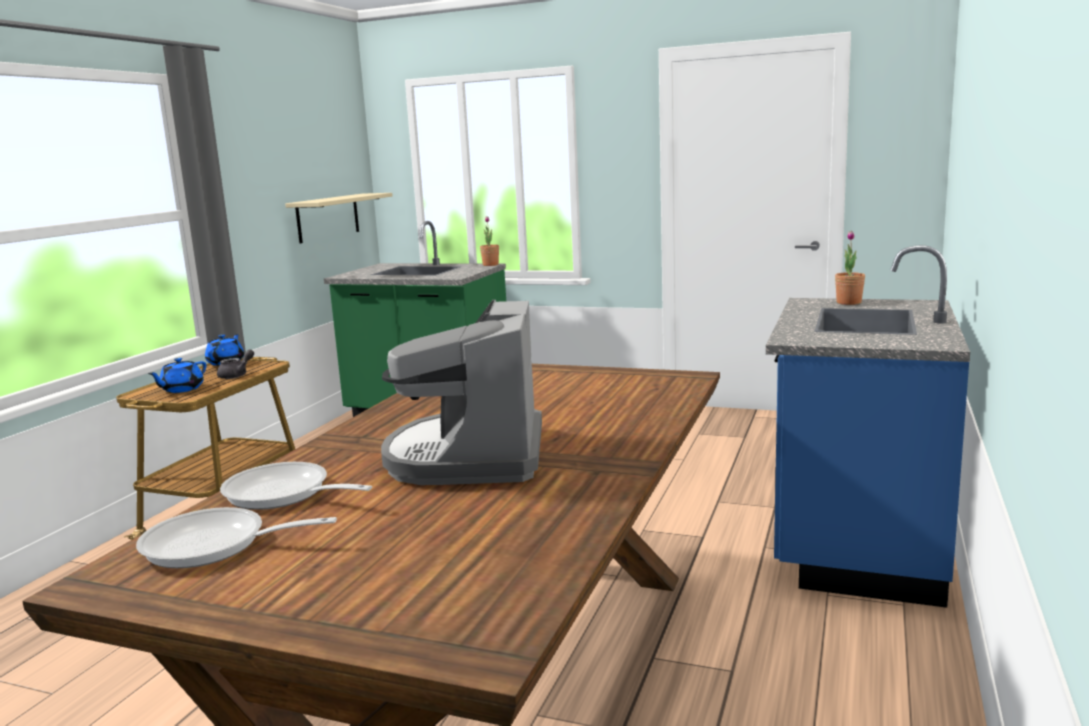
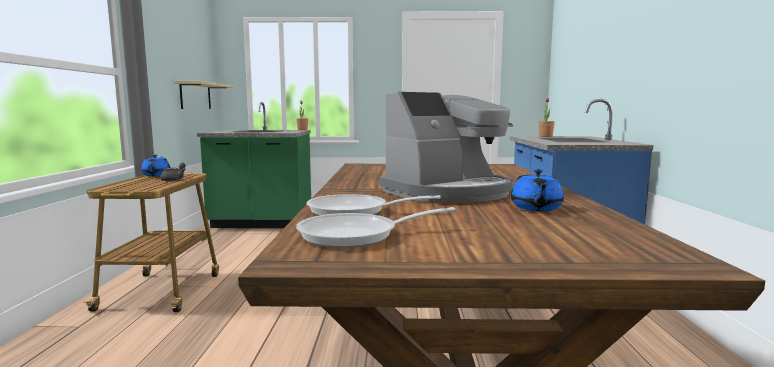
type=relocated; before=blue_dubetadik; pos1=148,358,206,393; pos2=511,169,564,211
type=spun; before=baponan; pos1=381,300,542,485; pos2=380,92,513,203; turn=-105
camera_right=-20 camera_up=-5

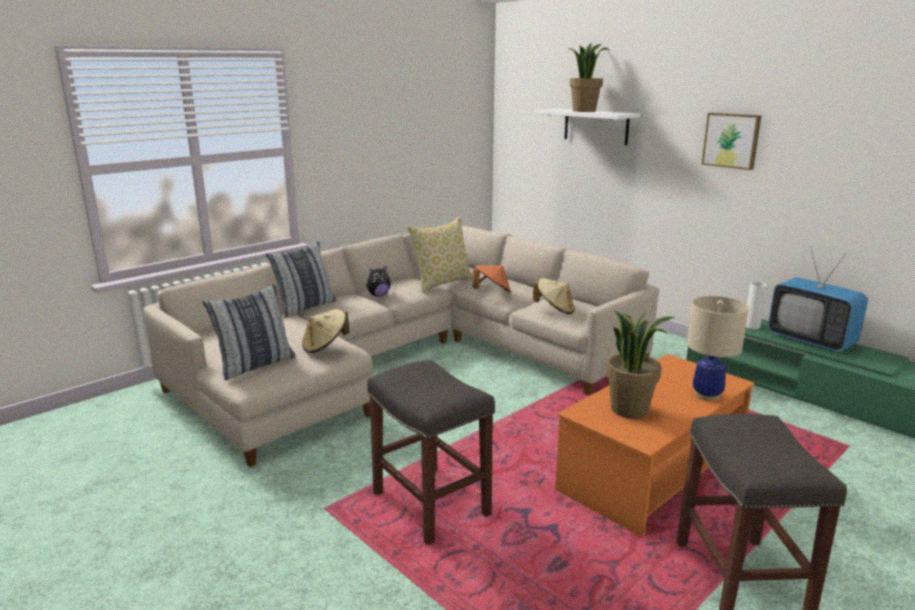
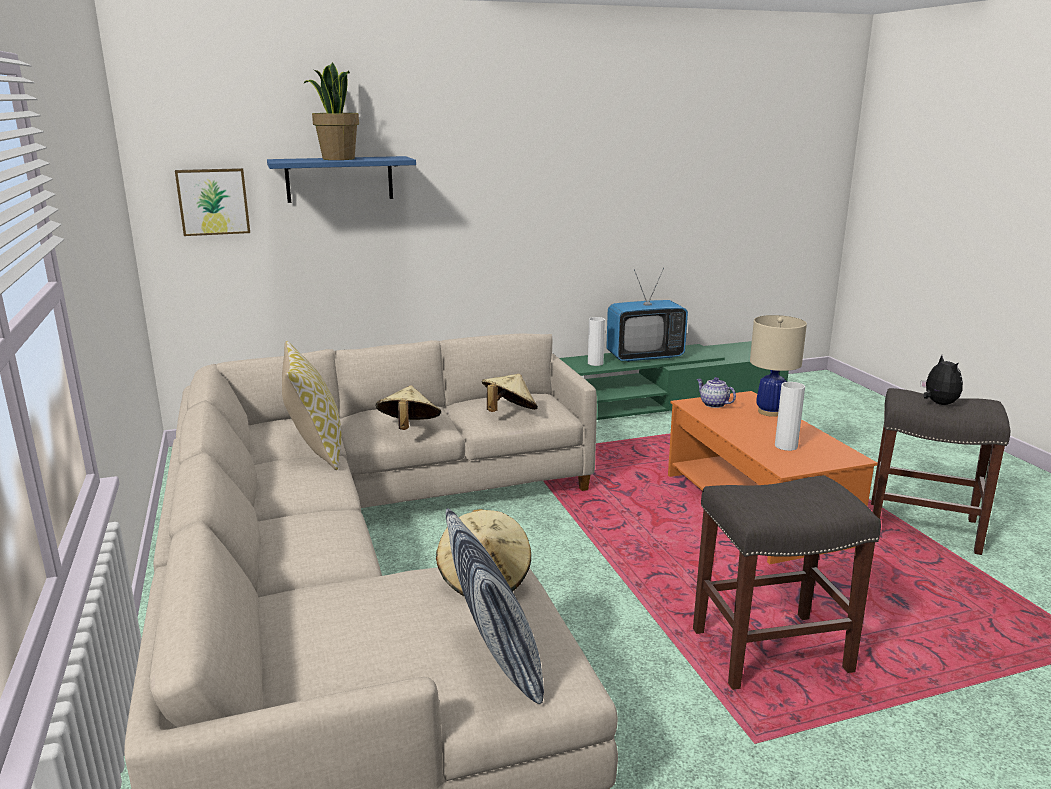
type=missing; before=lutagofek; pos1=266,241,336,318
type=appeared; after=dubetadik; pos2=697,377,736,408
type=relocated; before=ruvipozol; pos1=366,265,391,297; pos2=920,355,963,405
type=relocated; before=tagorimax; pos1=702,113,761,170; pos2=175,168,250,236
type=exchanged; before=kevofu; after=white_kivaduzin; pos1=606,310,674,419; pos2=775,382,805,451
type=colour; before=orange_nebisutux; after=beige_nebisutux; pos1=472,265,511,293; pos2=376,386,441,430
type=colour; before=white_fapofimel; after=blue_fapofimel; pos1=535,108,640,145; pos2=267,156,416,203
camera_right=-65 camera_up=0

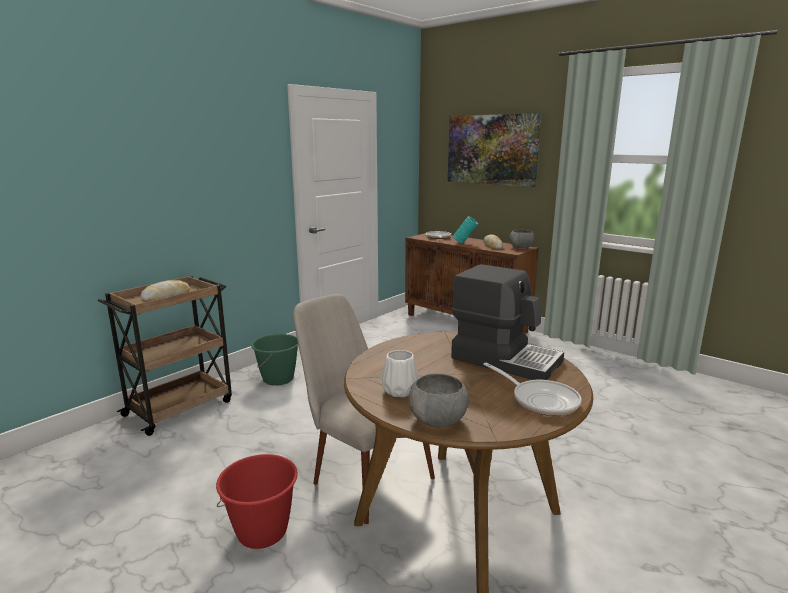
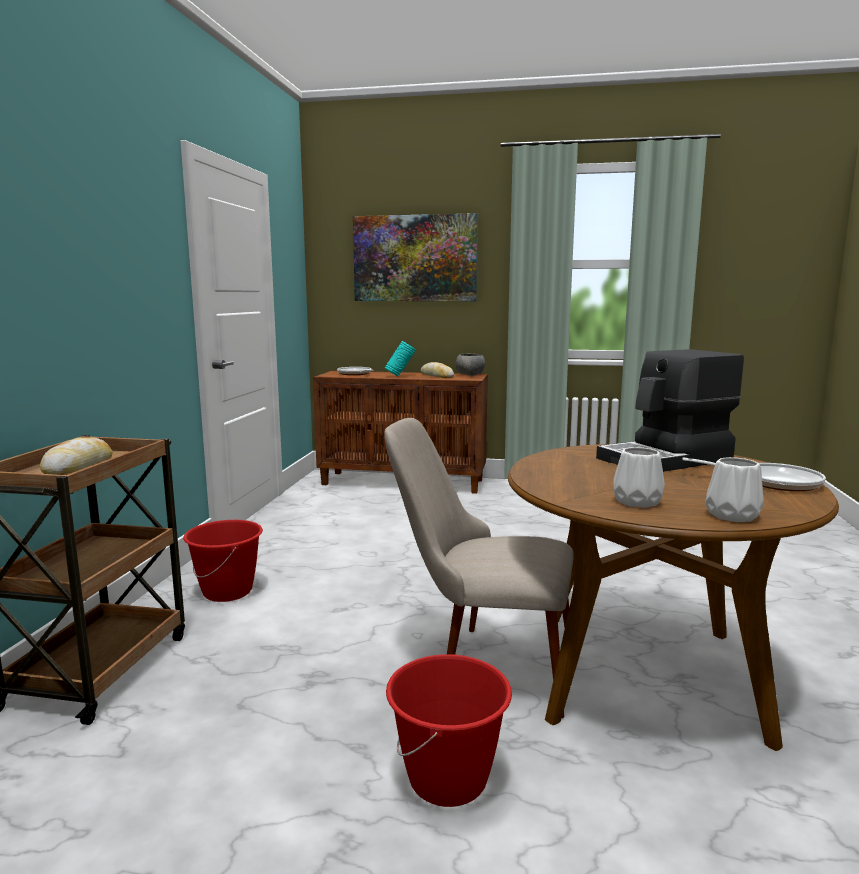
type=exchanged; before=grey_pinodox; after=white_kivaduzin; pos1=409,373,469,427; pos2=705,457,764,522
type=colour; before=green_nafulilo; after=red_nafulilo; pos1=251,334,298,386; pos2=183,520,263,602
type=spun; before=baponan; pos1=451,264,564,380; pos2=596,349,744,472; turn=150
camera_right=-30 camera_up=-5

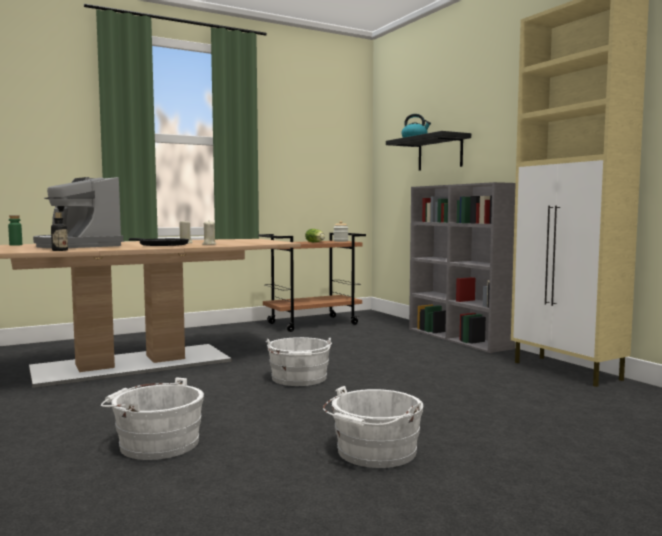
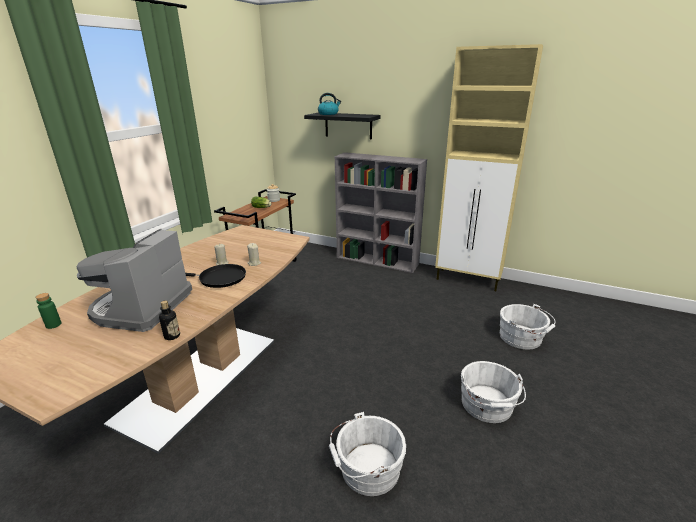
type=relocated; before=white_nafulilo; pos1=266,337,332,386; pos2=500,304,555,349
type=spun; before=baponan; pos1=33,177,123,248; pos2=77,229,192,332; turn=90
camera_right=-35 camera_up=20

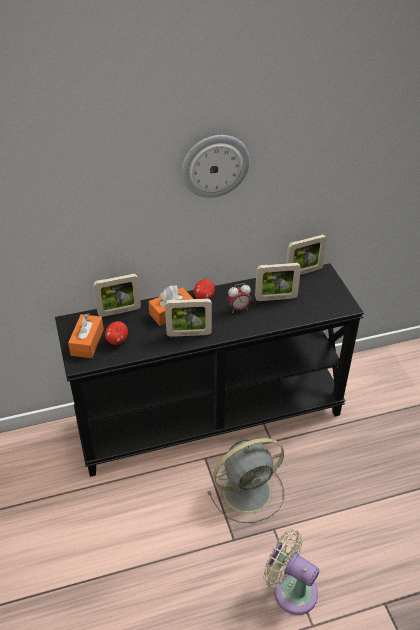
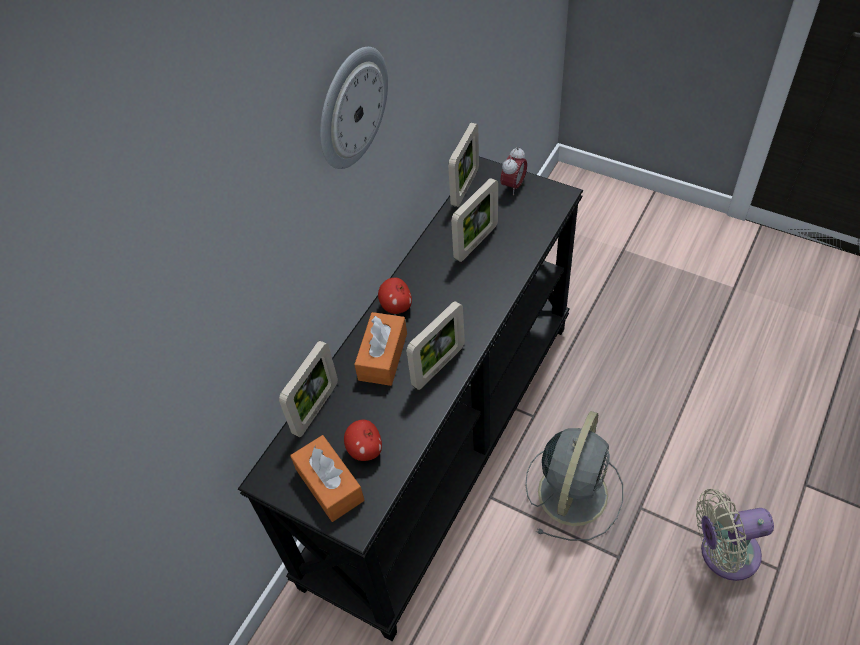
type=relocated; before=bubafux; pos1=227,283,251,313; pos2=500,147,527,195
camera_right=-40 camera_up=10

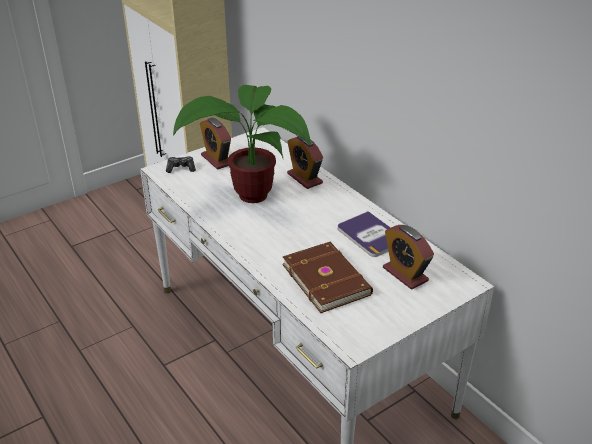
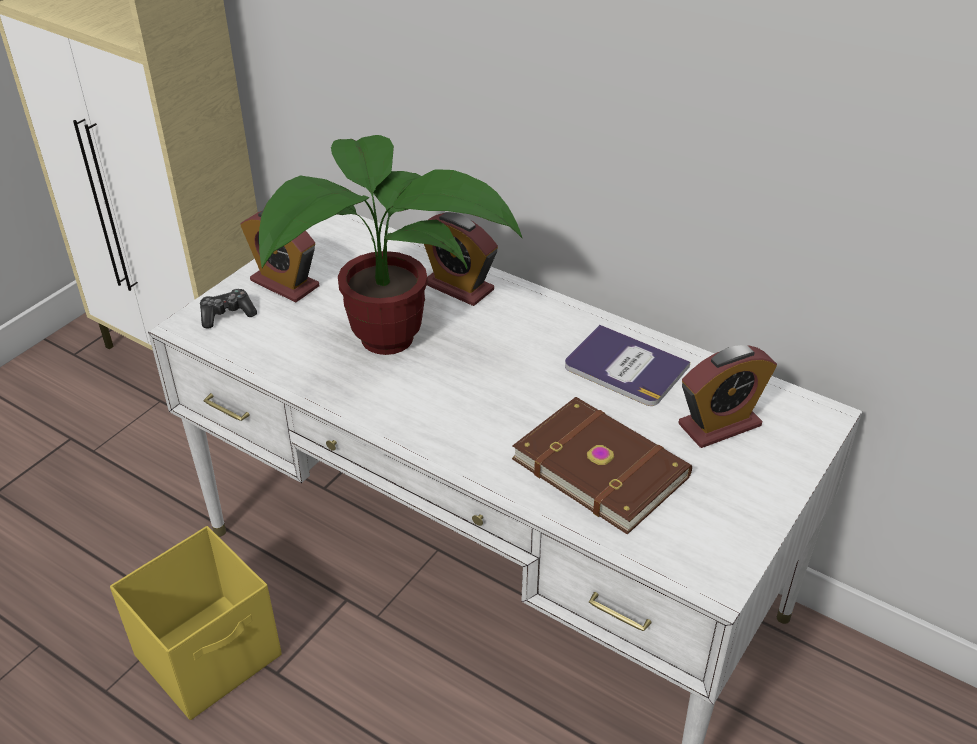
type=appeared; after=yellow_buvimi; pos2=110,526,282,720
type=spun; before=bubafux; pos1=383,225,434,290; pos2=678,345,777,448; turn=-60
camera_right=-20 camera_up=5

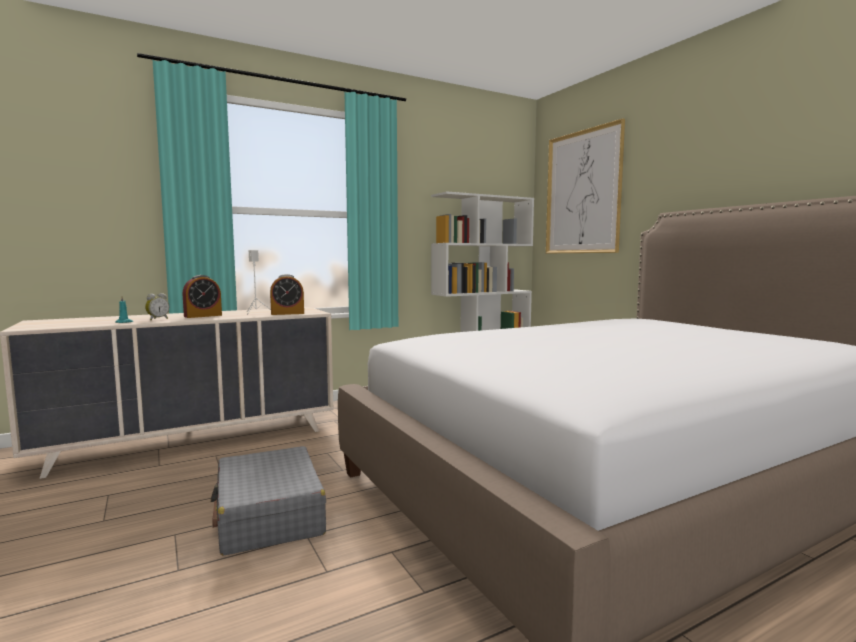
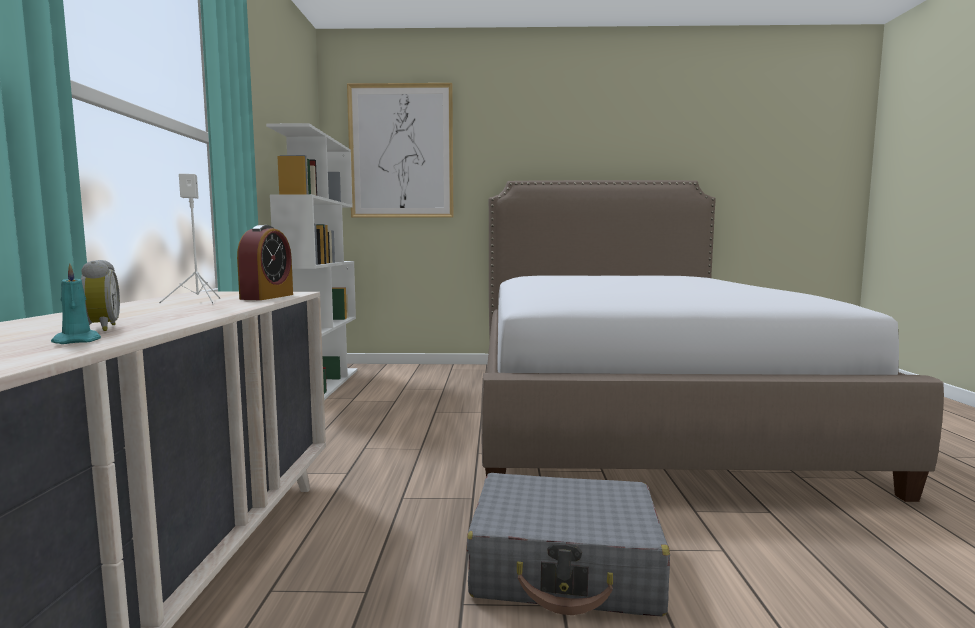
type=missing; before=bubafux; pos1=183,275,222,318
camera_right=-60 camera_up=0

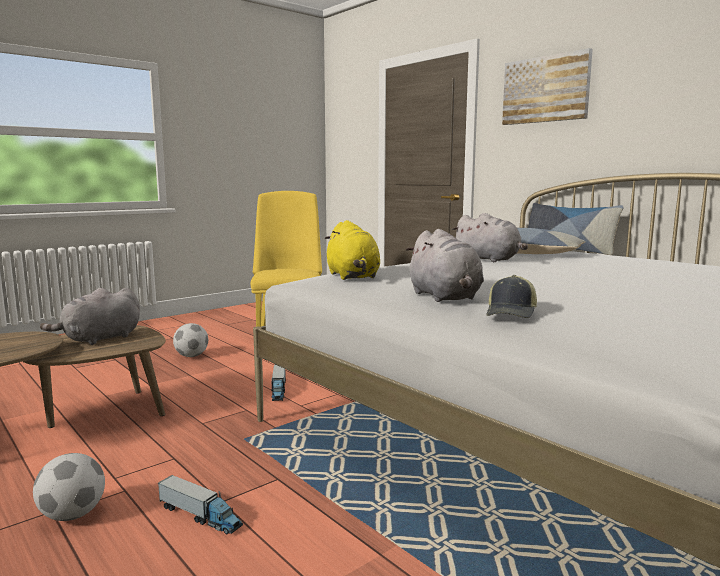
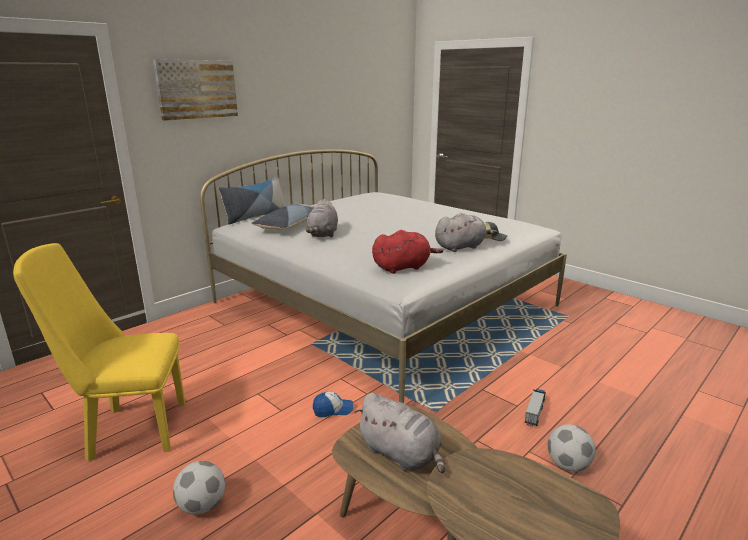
type=exchanged; before=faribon; after=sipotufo; pos1=271,365,286,401; pos2=313,392,353,417
type=colour; before=yellow_ruvipozol; after=red_ruvipozol; pos1=325,220,380,280; pos2=372,230,443,274
type=spun; before=grey_ruvipozol; pos1=452,213,528,262; pos2=306,199,338,237; turn=150
camera_right=-95 camera_up=10

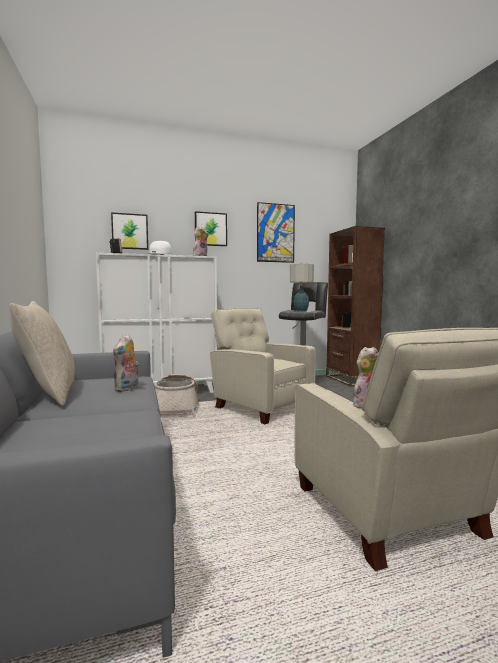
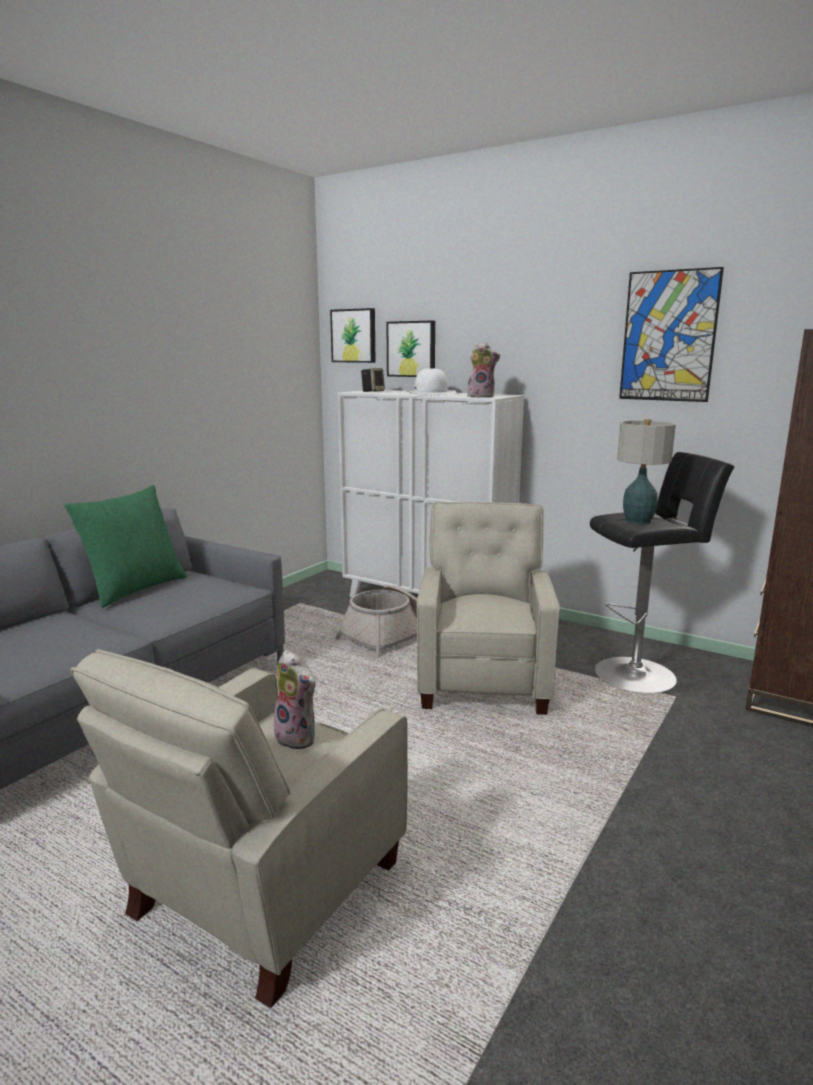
type=missing; before=ruvipozol; pos1=113,334,139,392
type=relocated; before=tagorimax; pos1=195,211,227,246; pos2=330,308,376,363
type=colour; before=beige_lutagofek; after=green_lutagofek; pos1=9,301,75,406; pos2=64,485,187,608
camera_right=50 camera_up=10

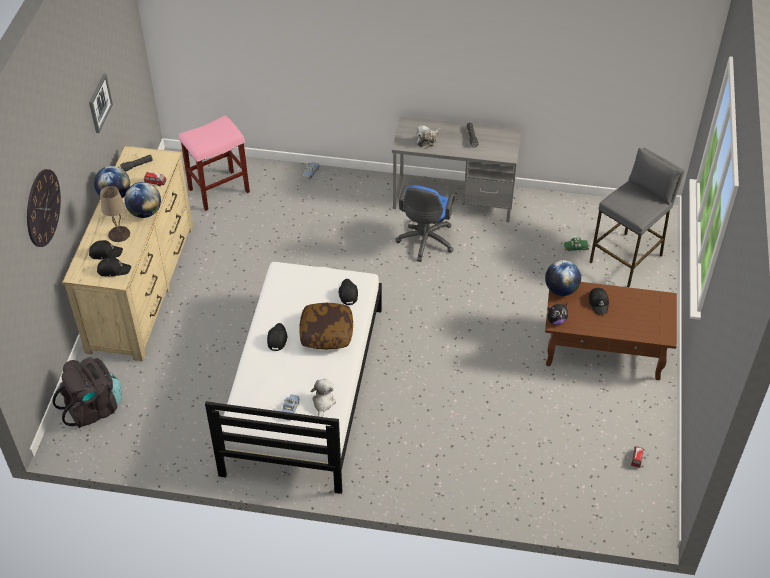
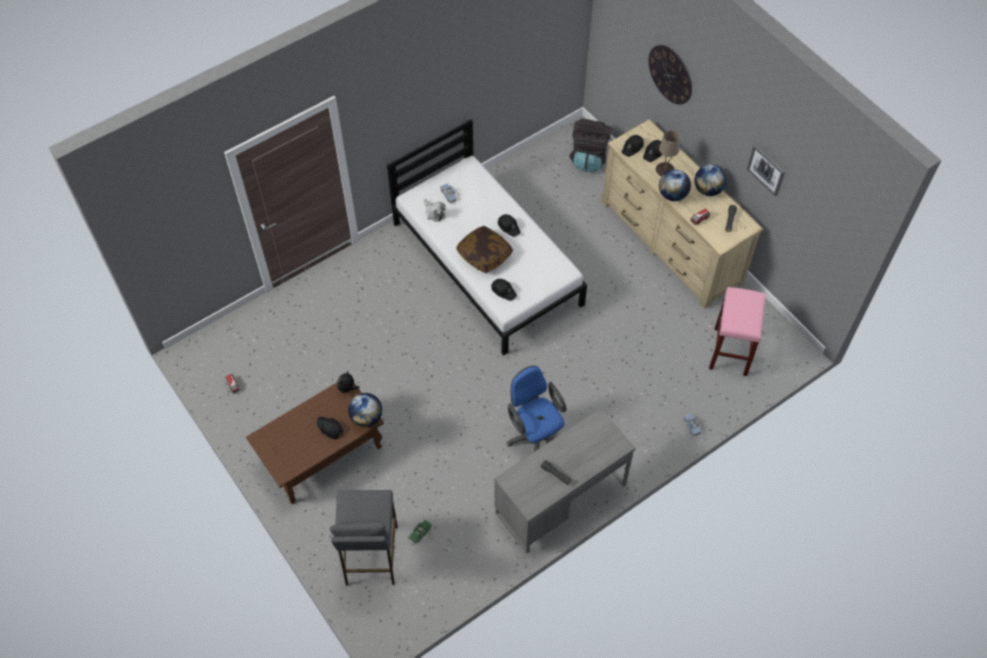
type=missing; before=ruvipozol; pos1=416,125,441,149
camera_right=135 camera_up=10

